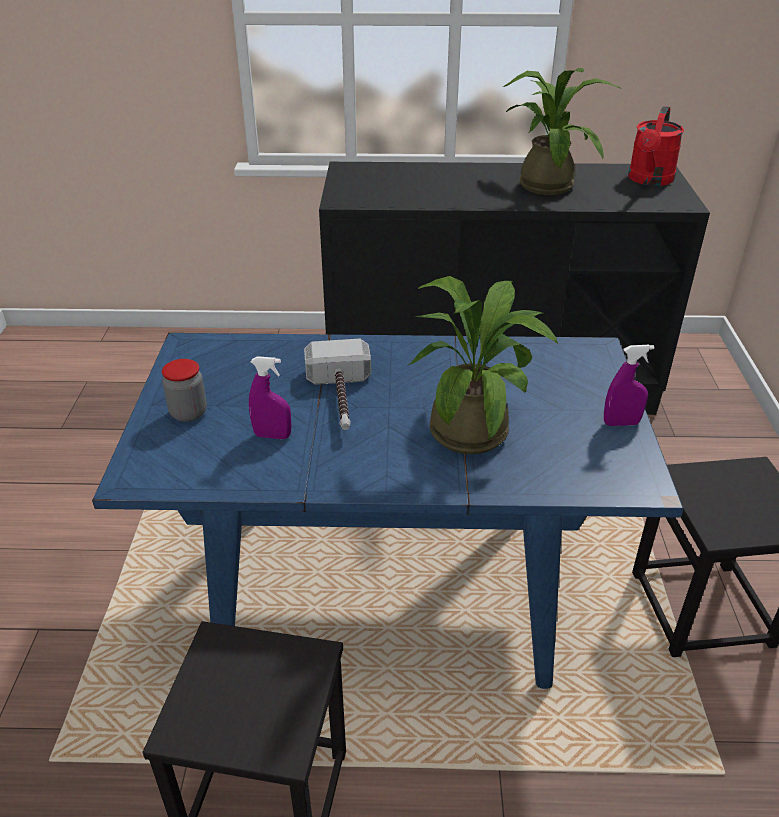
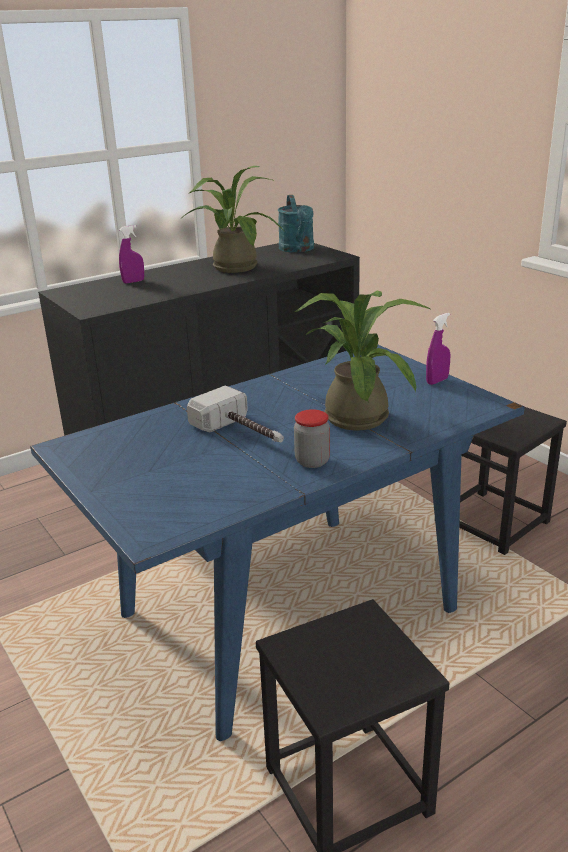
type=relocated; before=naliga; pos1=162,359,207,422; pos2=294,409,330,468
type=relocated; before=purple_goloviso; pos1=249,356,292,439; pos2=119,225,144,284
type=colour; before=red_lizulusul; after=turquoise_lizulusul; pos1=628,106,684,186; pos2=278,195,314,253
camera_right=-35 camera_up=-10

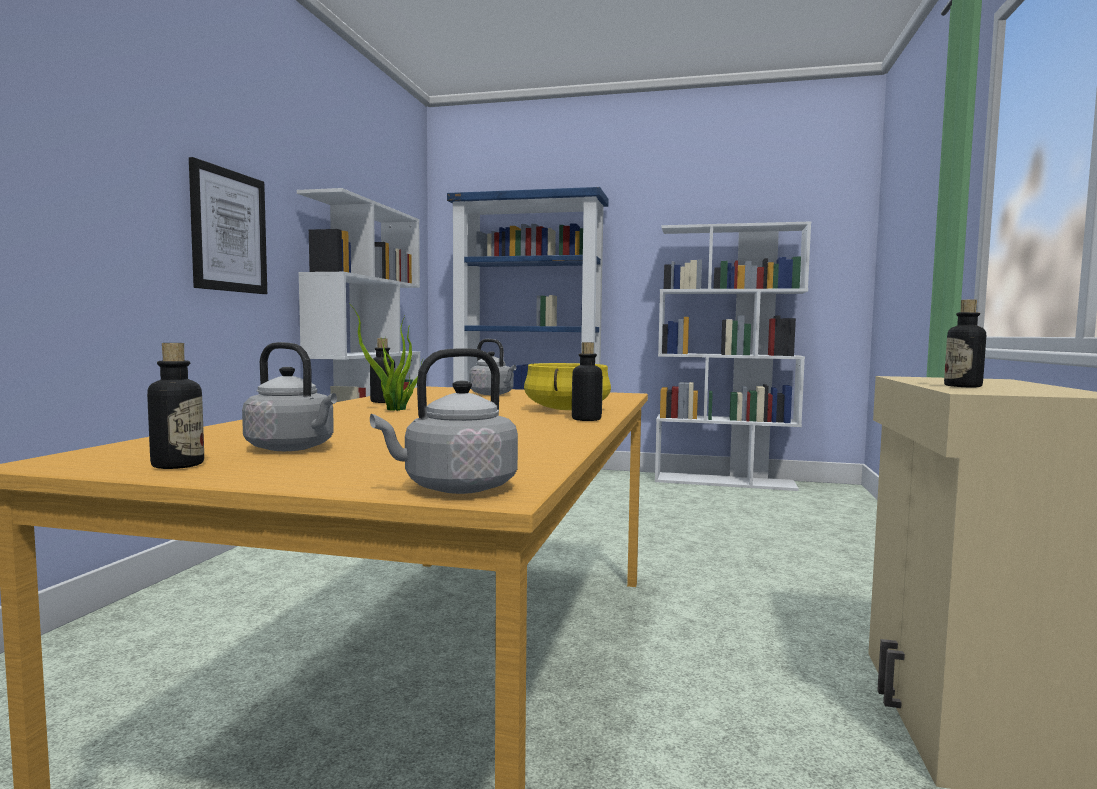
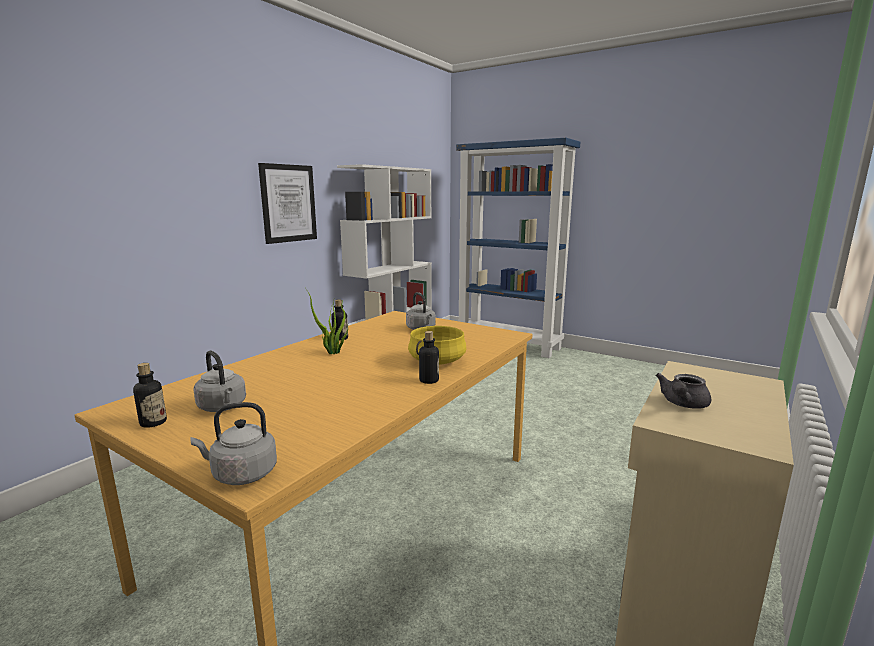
type=missing; before=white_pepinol; pos1=655,221,811,491
type=exchanged; before=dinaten; after=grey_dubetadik; pos1=944,300,986,387; pos2=656,373,711,409
camera_right=20 camera_up=10

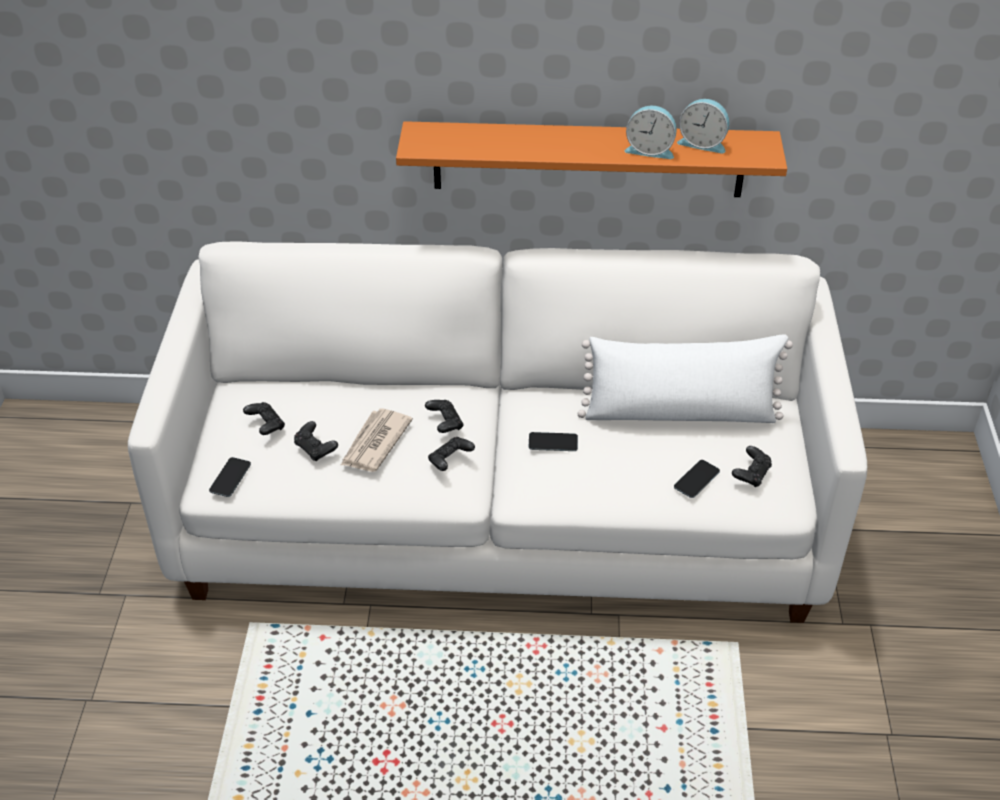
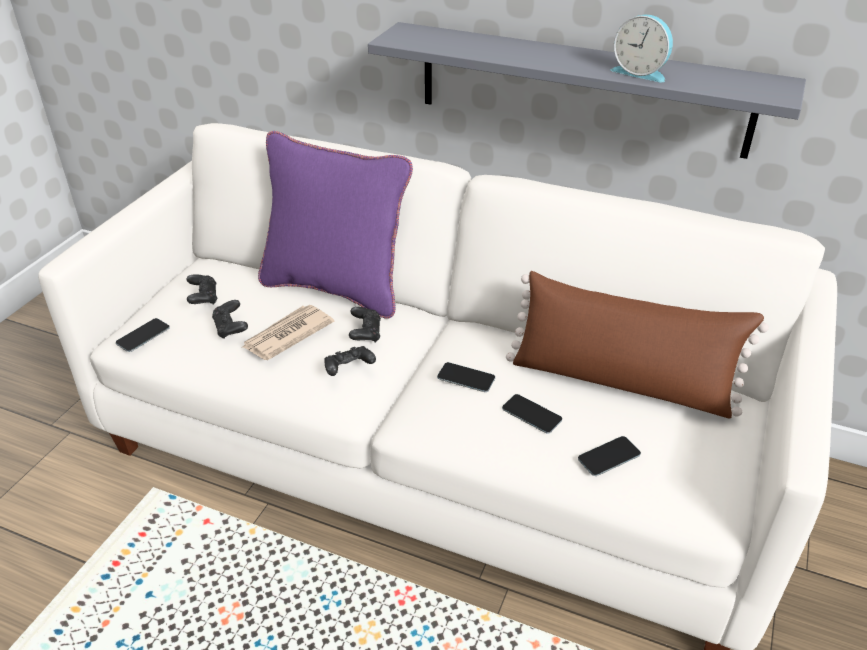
type=missing; before=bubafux; pos1=677,99,729,153
type=missing; before=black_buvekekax; pos1=732,446,772,487
type=appeared; after=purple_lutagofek; pos2=258,131,413,319
type=appeared; after=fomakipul; pos2=502,394,562,434
type=colour; before=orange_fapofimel; after=grey_fapofimel; pos1=396,121,787,197; pos2=368,22,806,159
type=colour; before=white_lutagofek; after=brown_lutagofek; pos1=578,334,793,423; pos2=506,271,769,419
camera_right=20 camera_up=-5

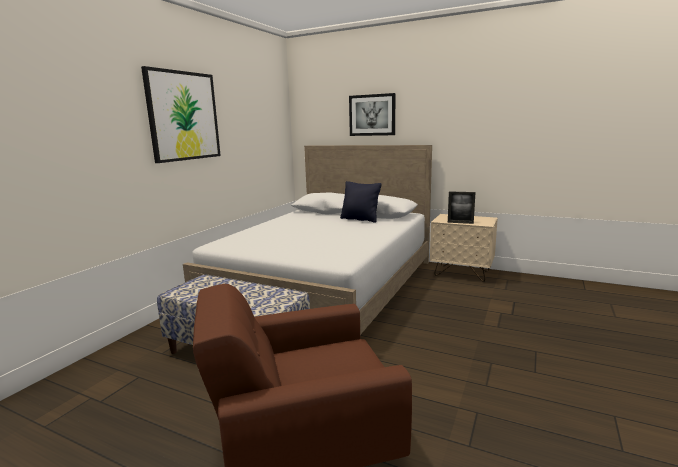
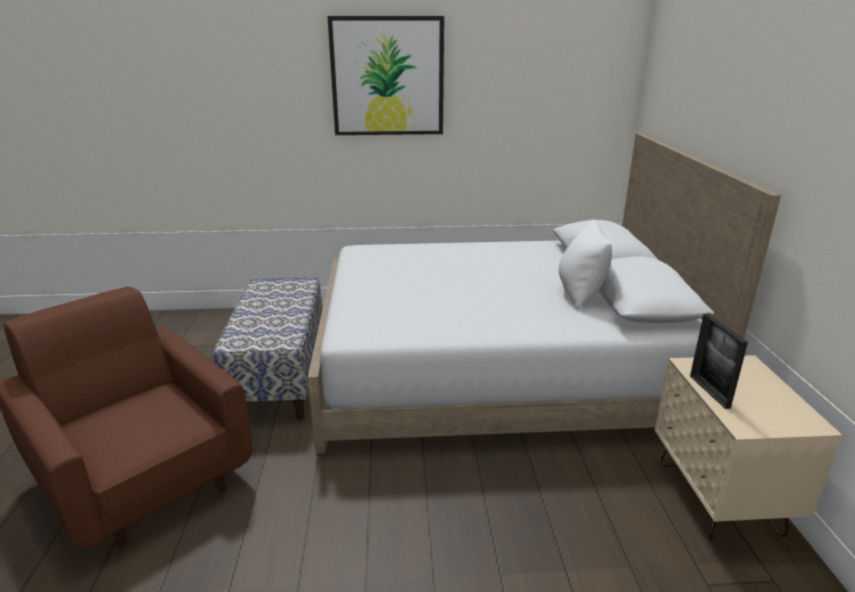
type=missing; before=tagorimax; pos1=349,93,395,136
type=colour; before=black_lutagofek; after=white_lutagofek; pos1=340,181,381,223; pos2=559,219,612,309
camera_right=60 camera_up=10

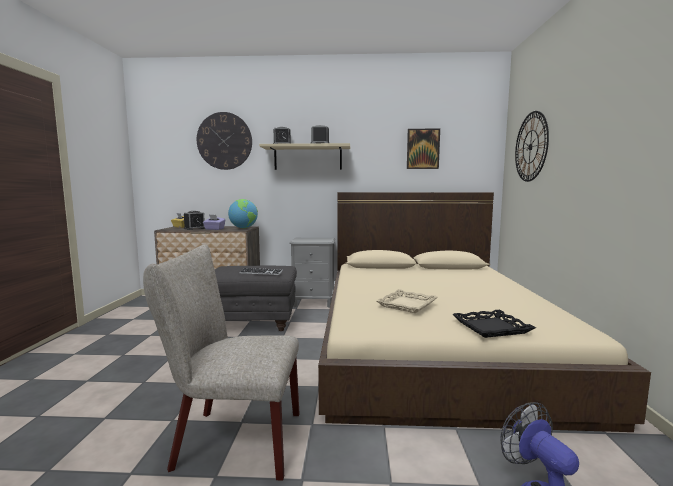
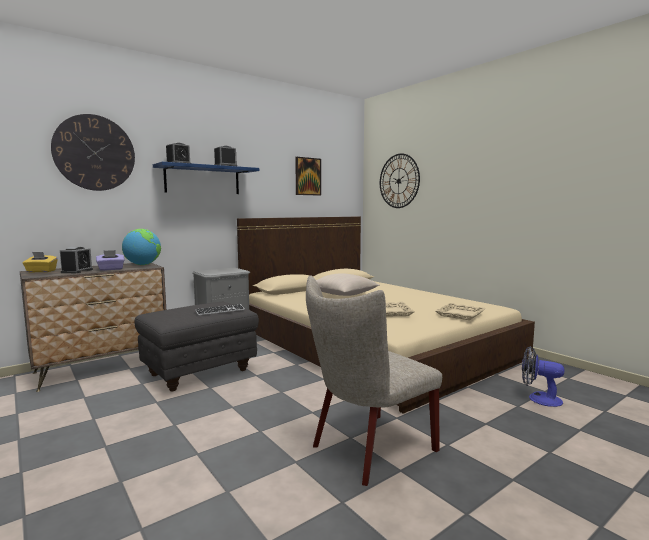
type=appeared; after=beige_lutagofek; pos2=316,273,379,296
type=colour; before=beige_fapofimel; after=blue_fapofimel; pos1=259,143,350,170; pos2=153,162,259,194
type=colour; before=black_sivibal; after=beige_sivibal; pos1=453,310,536,338; pos2=435,303,486,320
camera_right=-40 camera_up=0

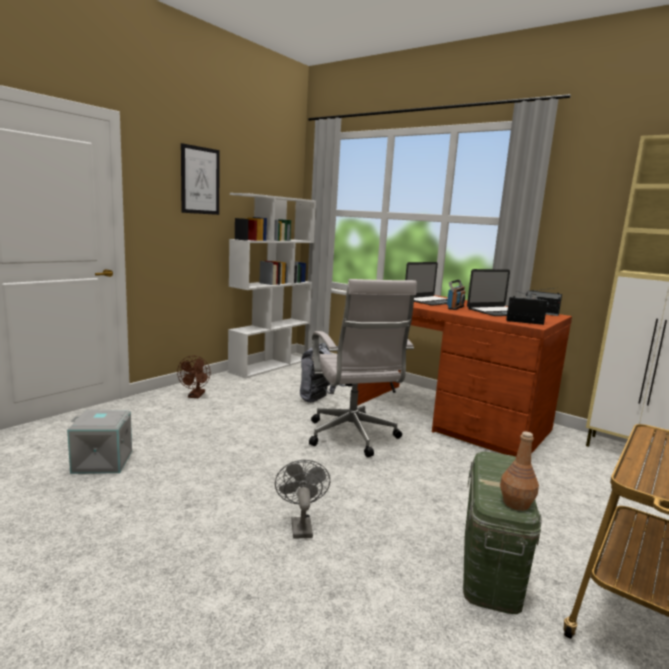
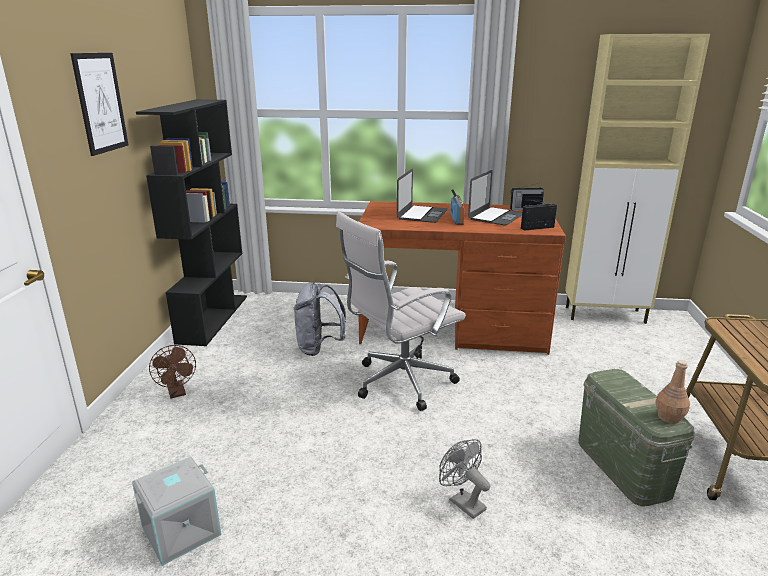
type=colour; before=white_pepinol; after=black_pepinol; pos1=228,193,316,378; pos2=136,100,247,346
type=spun; before=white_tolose; pos1=309,279,417,457; pos2=336,212,466,411; turn=105
camera_right=-30 camera_up=10

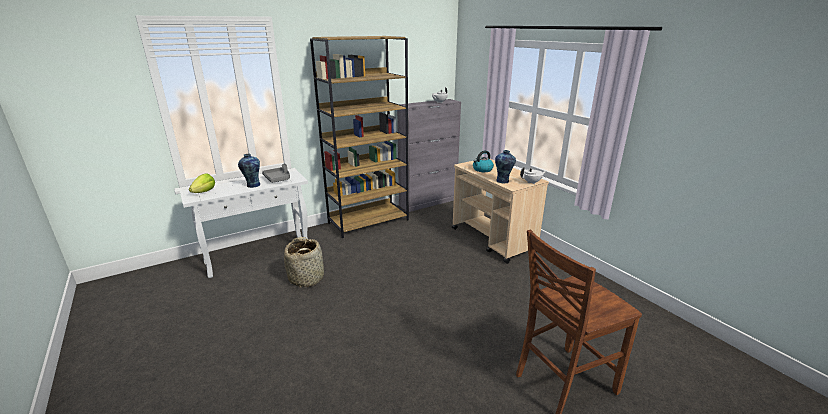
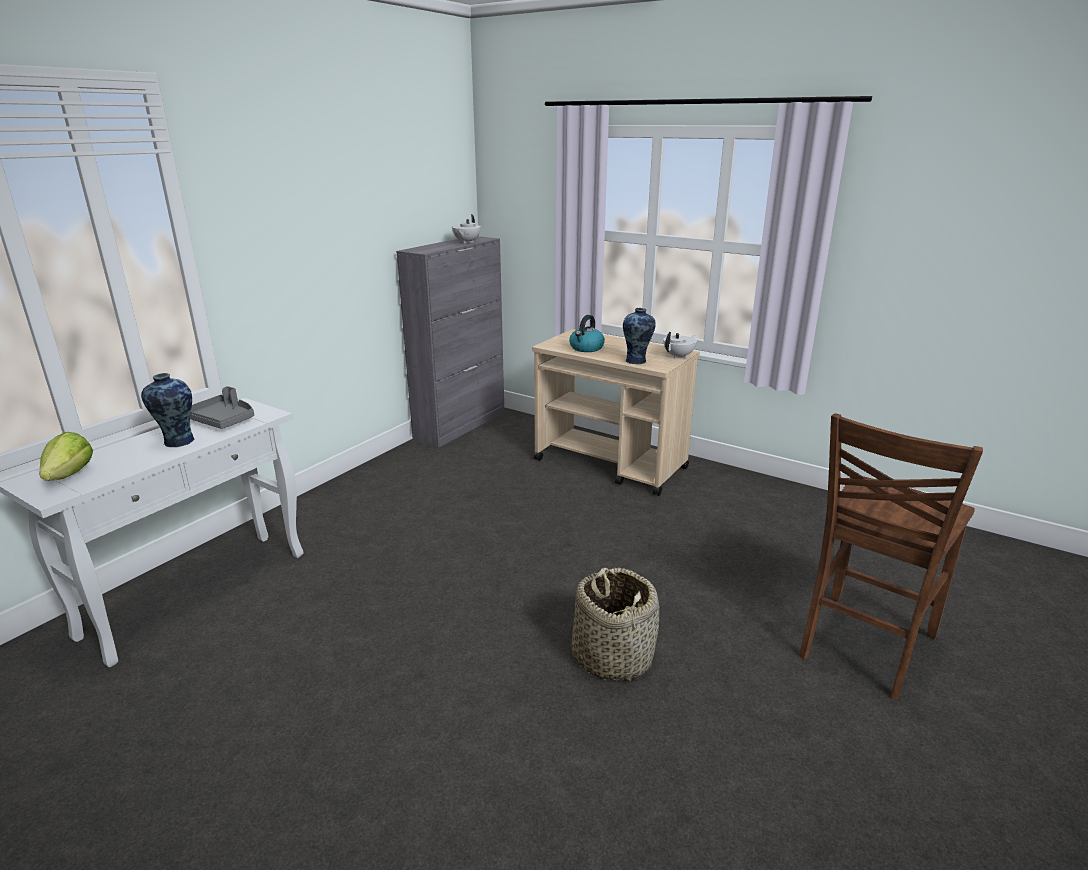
type=missing; before=brown_pepinol; pos1=310,36,409,238
type=relocated; before=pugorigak; pos1=284,237,324,288; pos2=572,567,659,682
camera_right=-25 camera_up=0

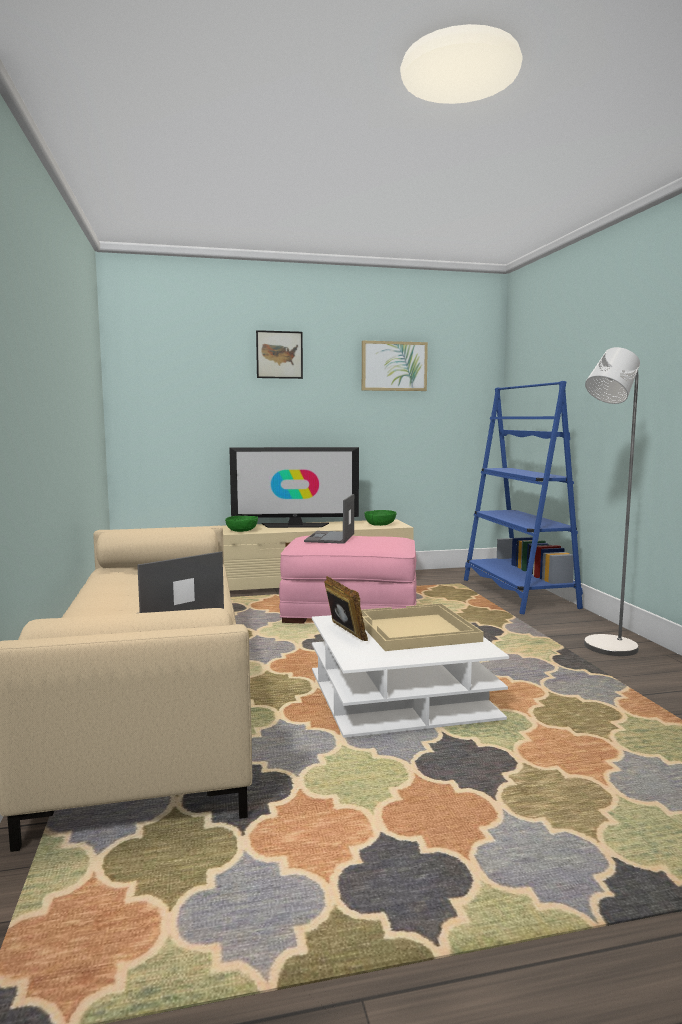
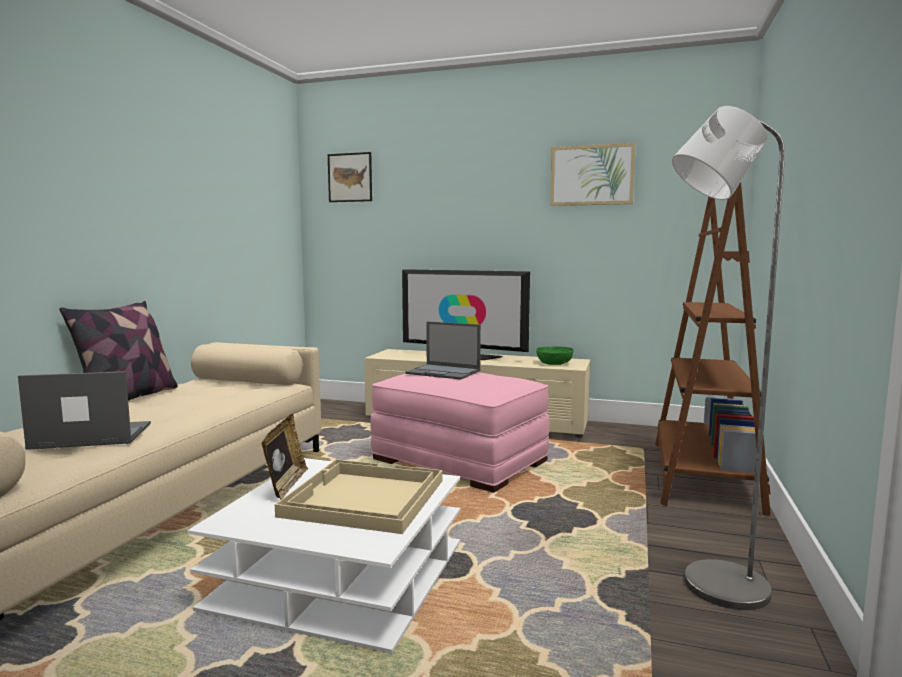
type=missing; before=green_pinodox; pos1=225,516,258,532
type=appeared; after=lutagofek; pos2=59,301,178,401
type=relocated; before=tagorimax; pos1=256,330,303,379; pos2=328,152,372,202
type=colour; before=blue_pepinol; after=brown_pepinol; pos1=464,381,583,614; pos2=655,182,771,515
type=spun; before=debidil; pos1=304,494,354,544; pos2=406,321,481,380; turn=-105
camera_right=30 camera_up=0

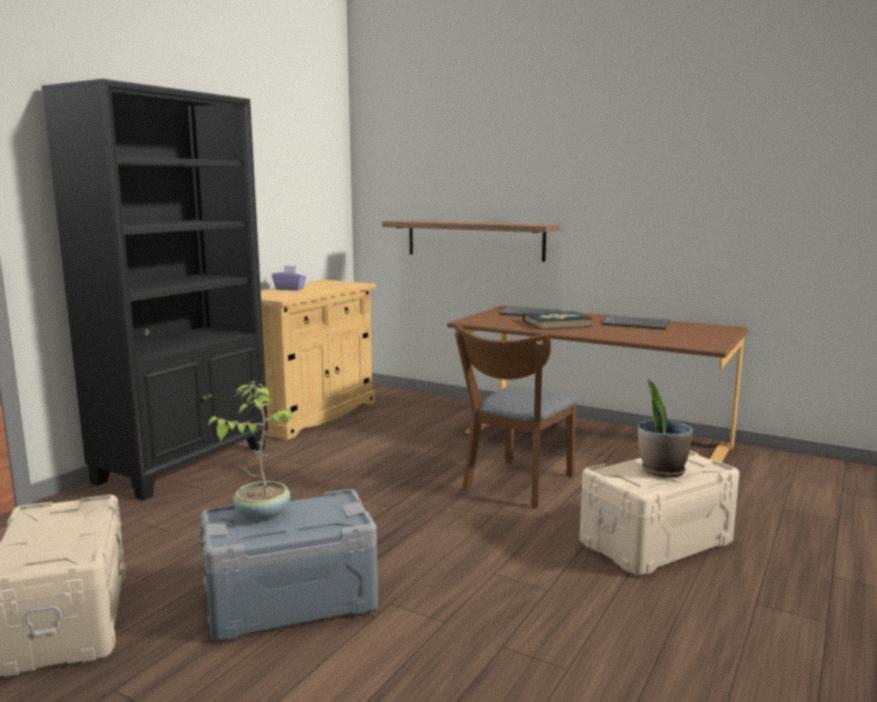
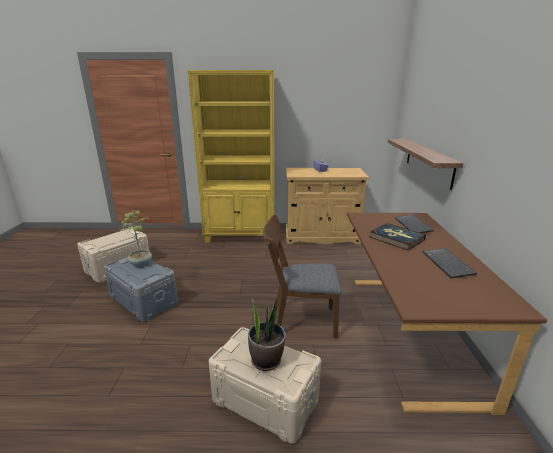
type=colour; before=black_pepinol; after=yellow_pepinol; pos1=41,79,268,500; pos2=187,70,274,243
camera_right=60 camera_up=10

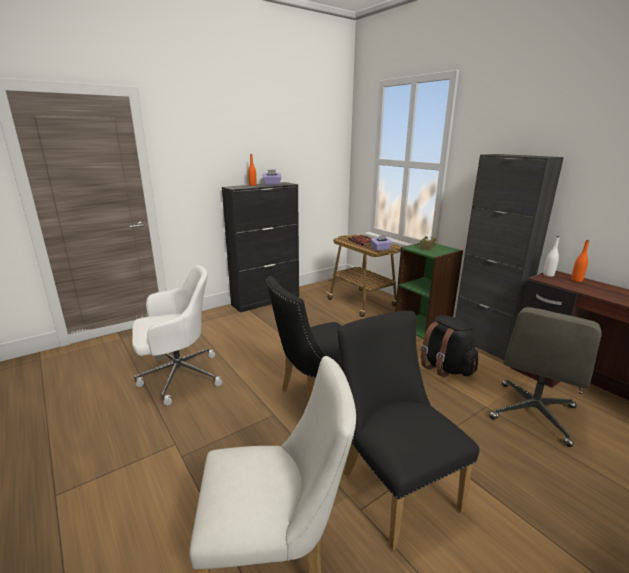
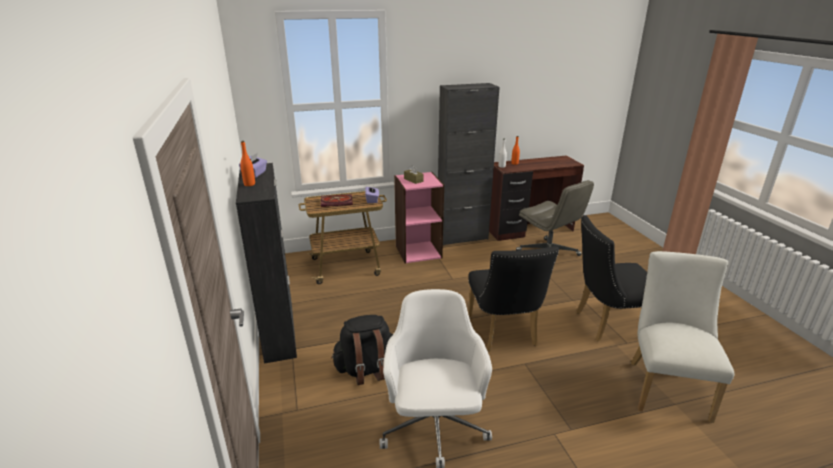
type=relocated; before=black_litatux; pos1=421,315,478,377; pos2=331,315,393,385
type=colour; before=green_pepinol; after=pink_pepinol; pos1=395,243,463,339; pos2=394,172,444,263
camera_right=-70 camera_up=5

